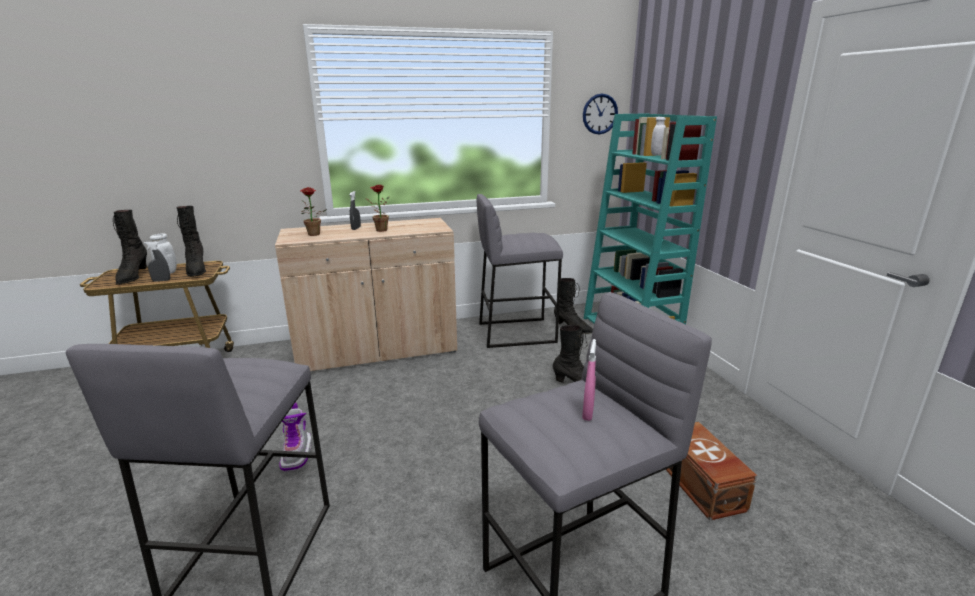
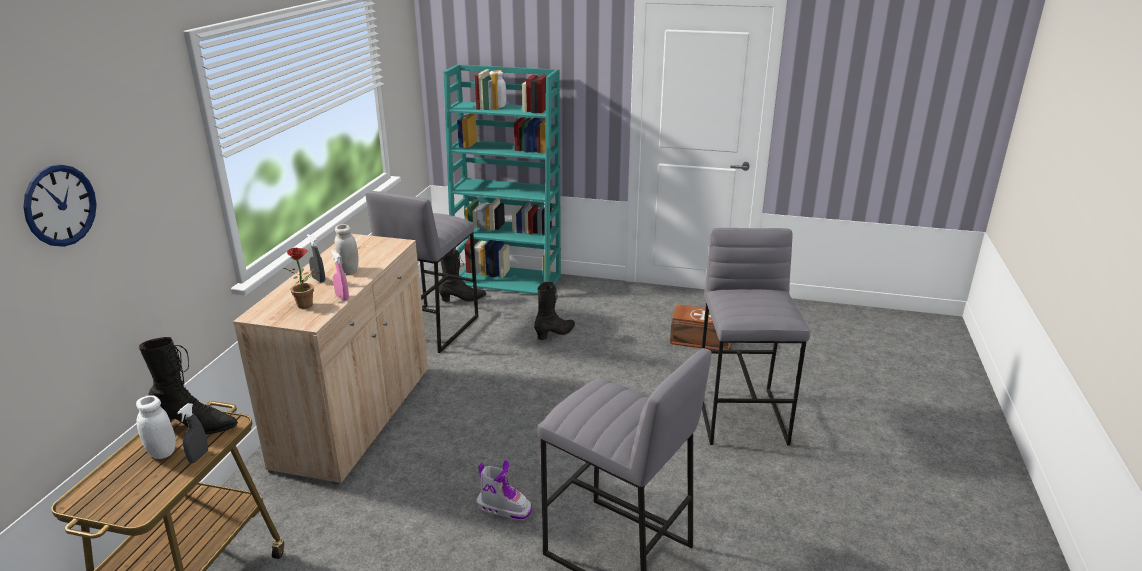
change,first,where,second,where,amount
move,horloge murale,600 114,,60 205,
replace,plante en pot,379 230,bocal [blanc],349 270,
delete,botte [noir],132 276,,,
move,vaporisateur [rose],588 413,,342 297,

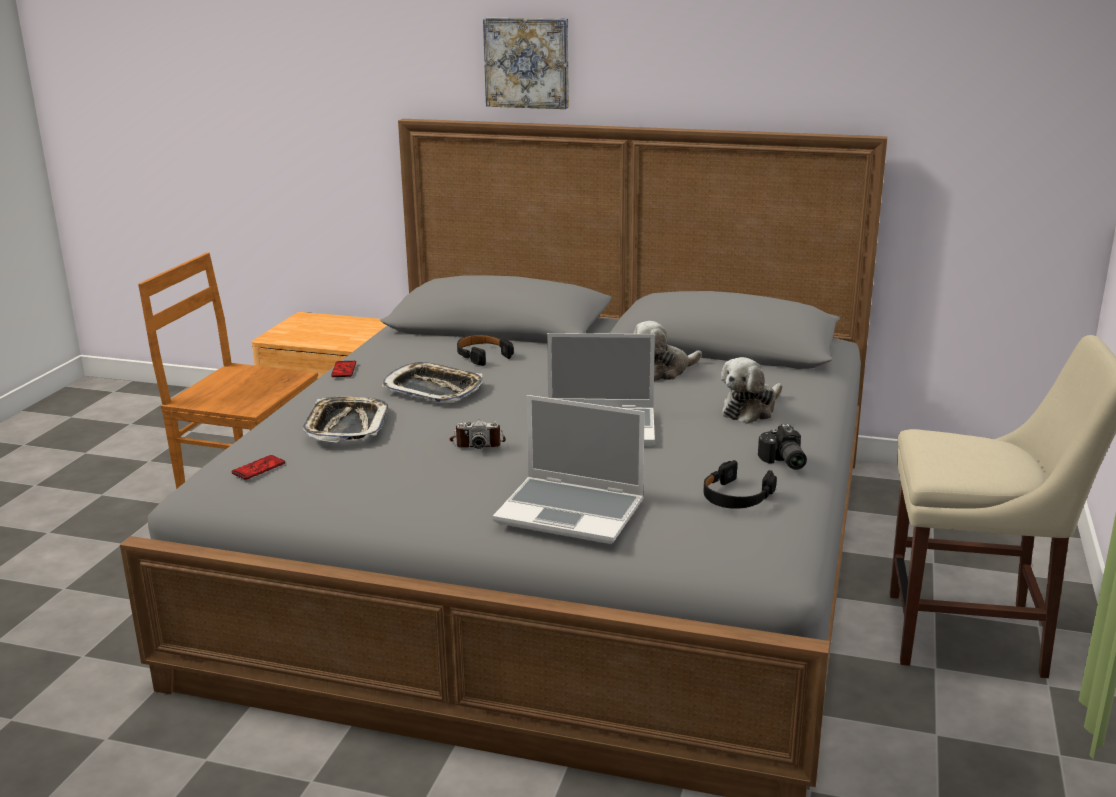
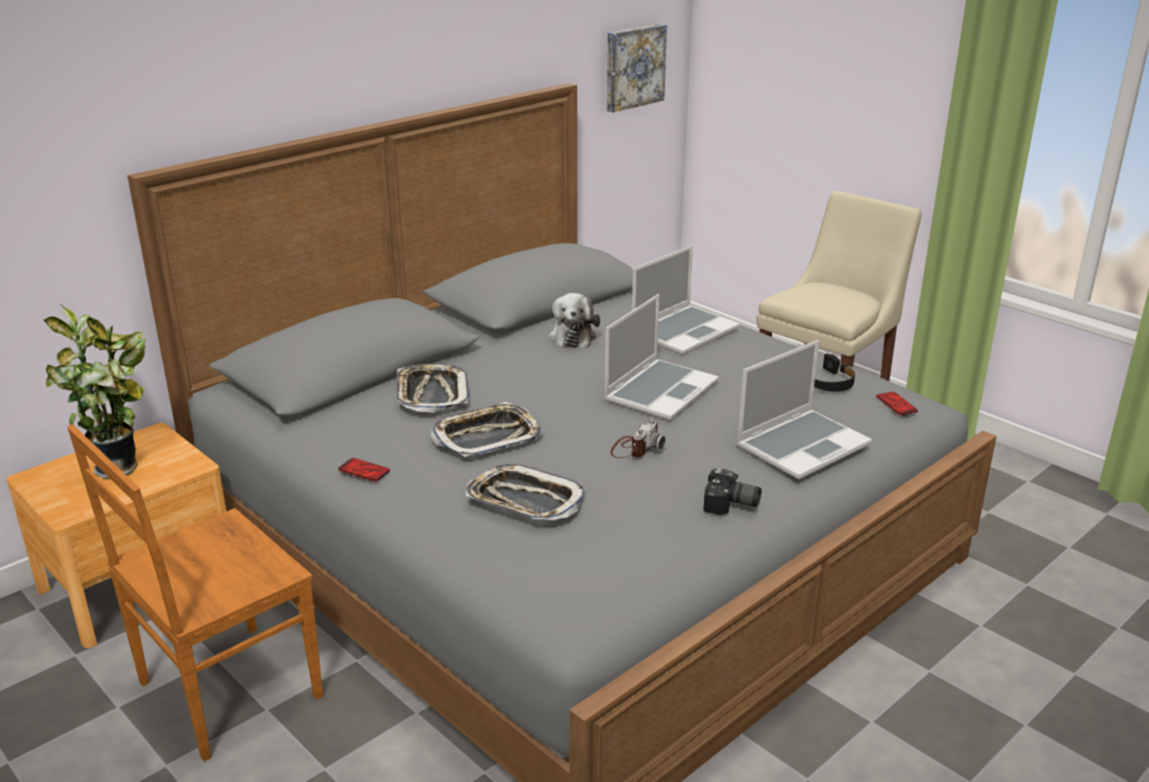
change,first,where,second,where,amount
move,tableau,527 62,,633 67,
replace,casque audio [noir],482 355,plateau,431 394,
replace,peluche,750 410,ordinateur portable,684 331,
move,appareil photo,783 462,,731 505,
move,téléphone,258 468,,896 404,
insert,,,plante en pot,122 468,

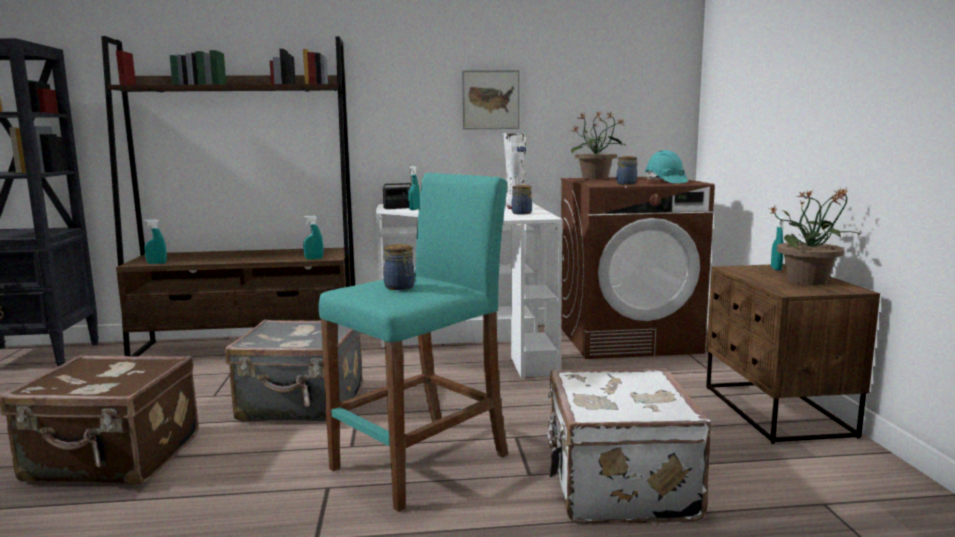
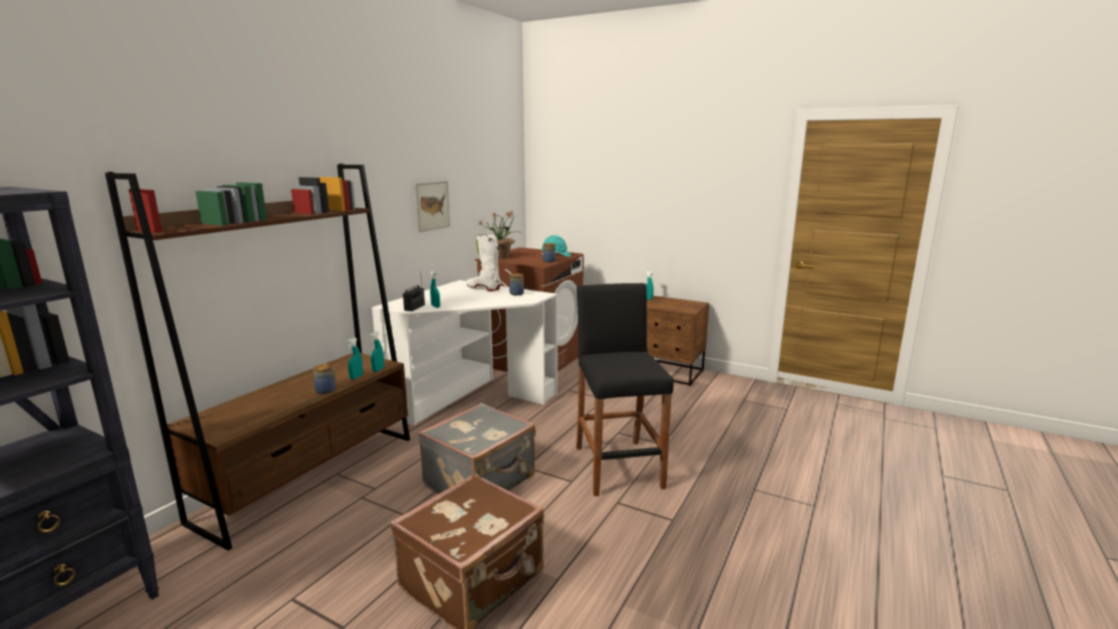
change,first,where,second,where,amount
recolor,tabouret [turquoise],421 462,tabouret [noir],617 466,
delete,plante en pot,808 281,,,
move,vaporisateur [turquoise],157 263,,356 377,
move,bocal,400 287,,326 390,
delete,valise [blanc],617 486,,,

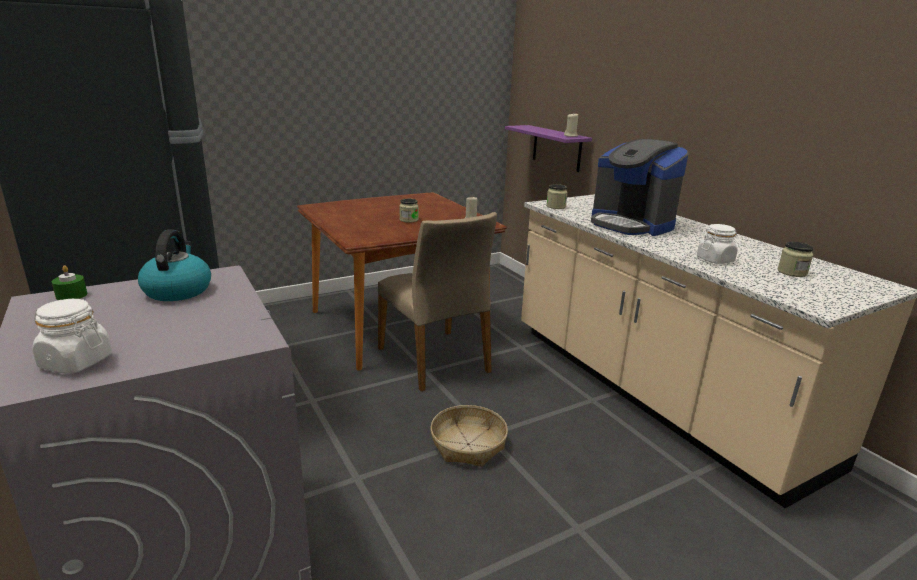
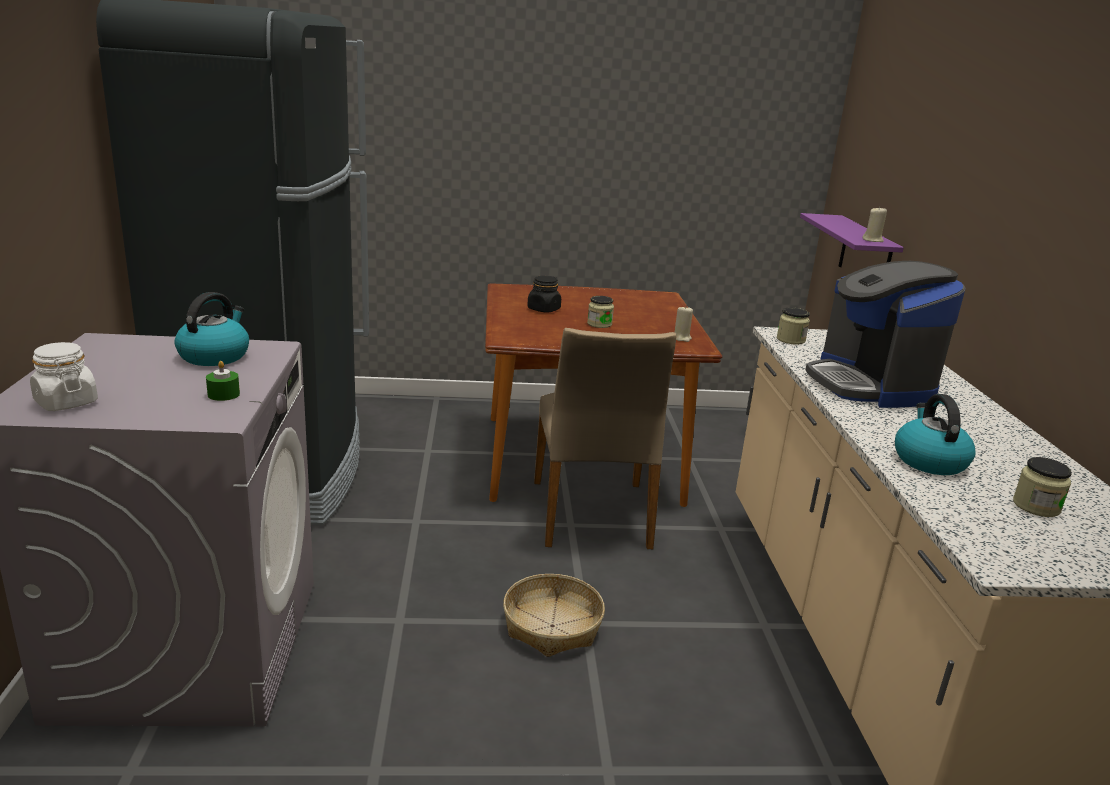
change,first,where,second,where,amount
replace,bocal [blanc],715 260,bouilloire,928 460,
move,bougie [vert],71 295,,223 394,
insert,,,bocal [noir],543 309,

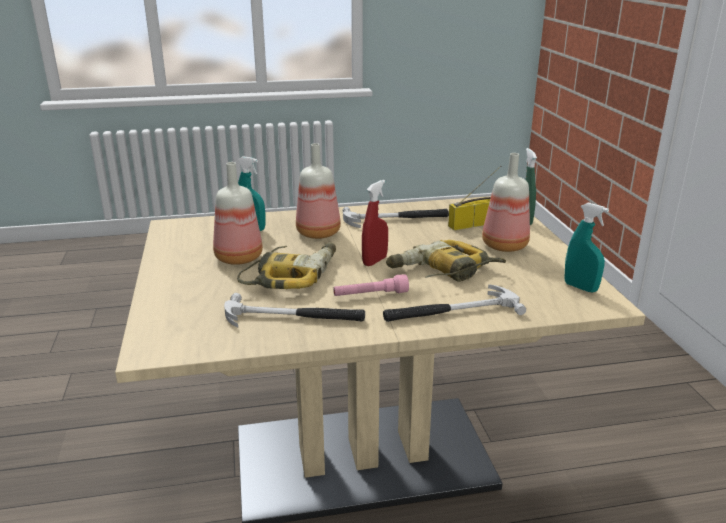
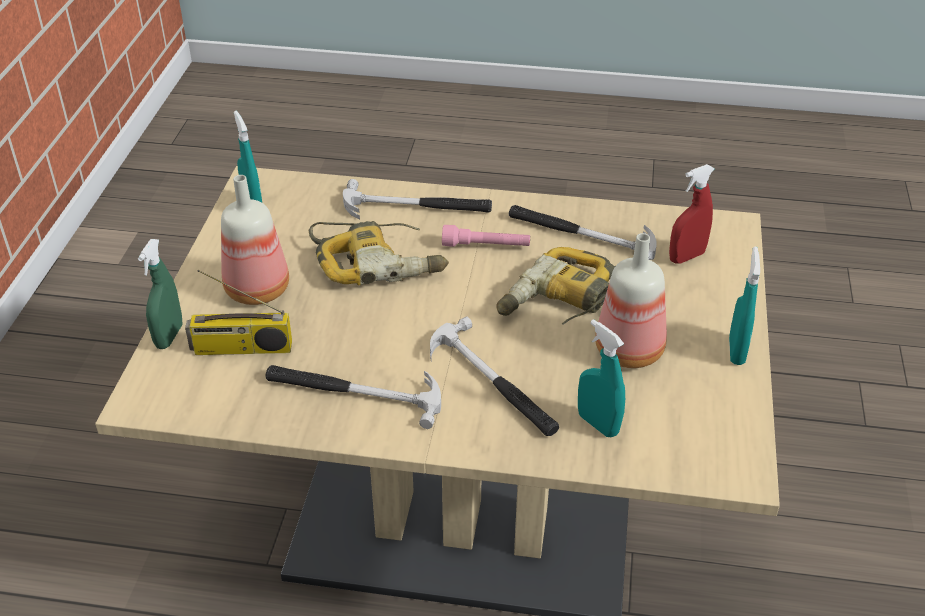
change,first,where,second,where,amount
replace,bouteille,320 233,marteau,493 383,
move,vaporisateur [rouge],374 261,,686 257,
insert,,,vaporisateur [turquoise],736 351,

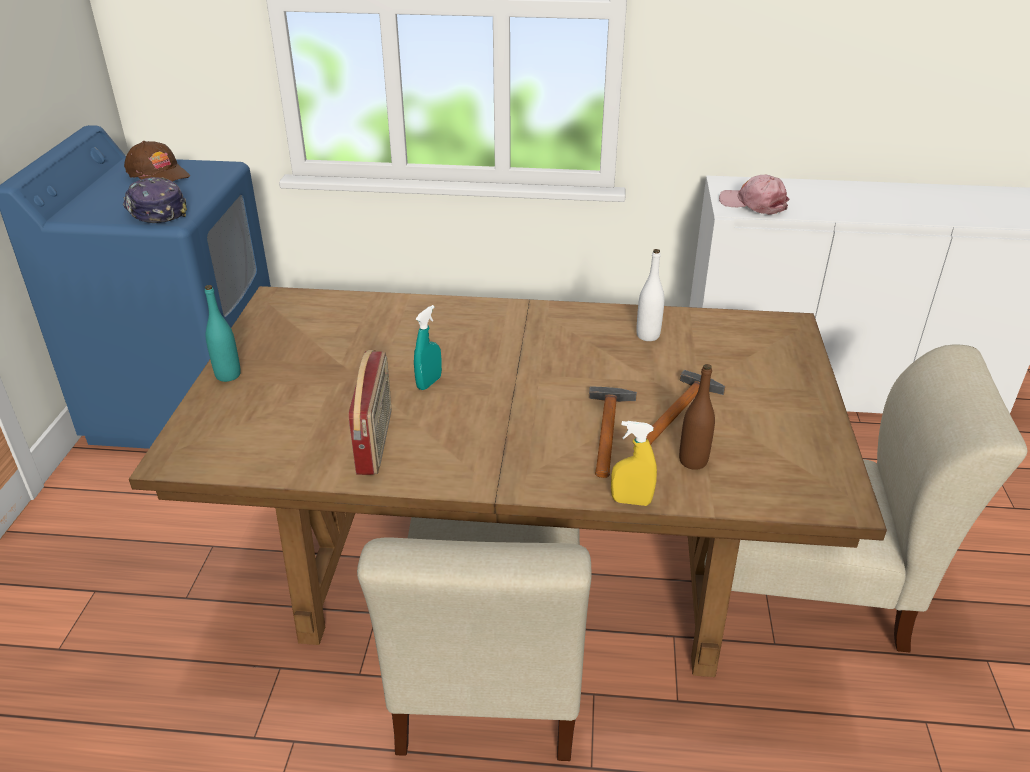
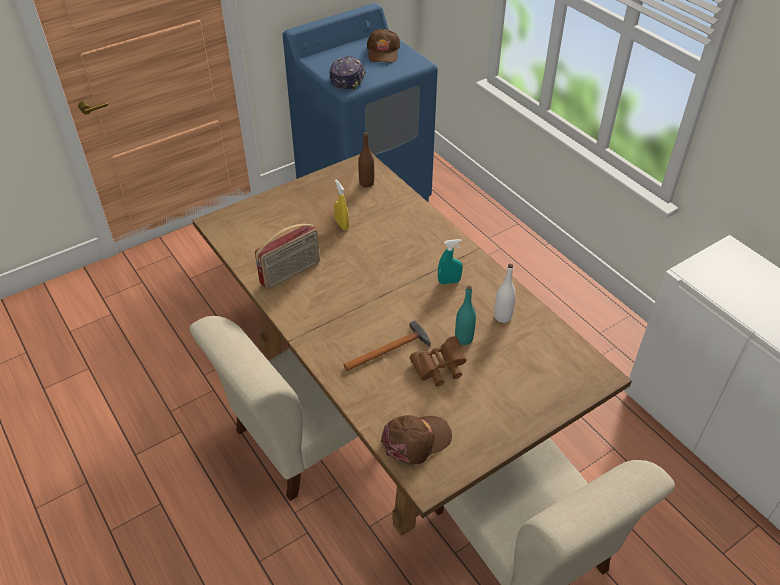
change,first,where,second,where,amount
delete,casquette [rose],753 204,,,
move,bouteille [turquoise],228 375,,463 339,
move,vaporisateur [turquoise],429 383,,449 281,
move,bouteille [marron],693 461,,366 183,
replace,marteau,678 411,jumelles [marron],439 369,
move,vaporisateur [jaune],631 501,,342 225,
insert,,,casquette [marron],416 440,

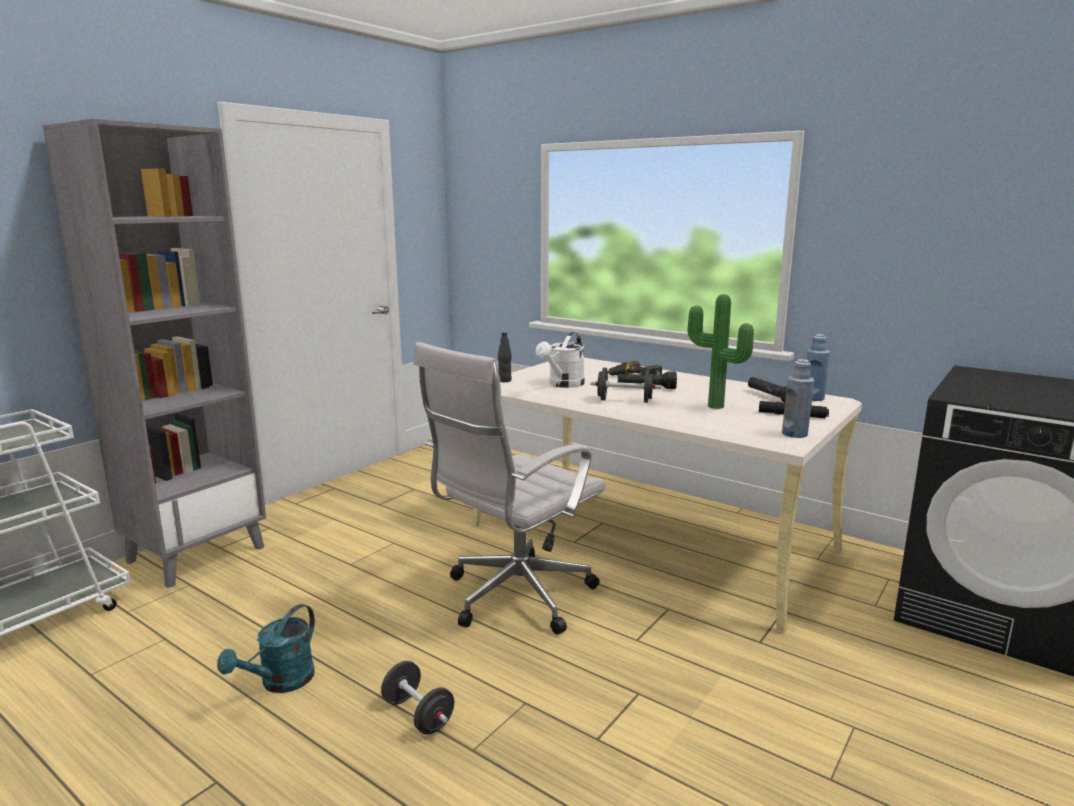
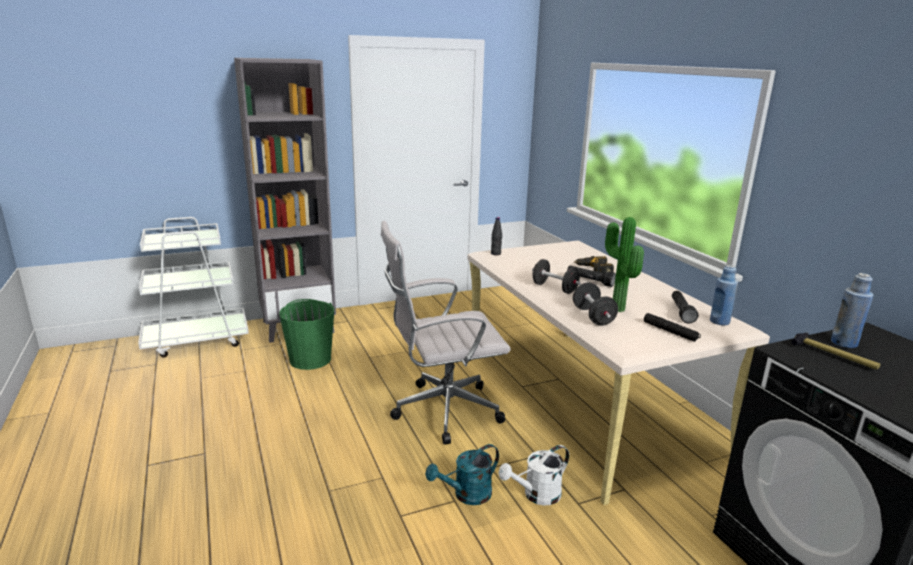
change,first,where,second,where,amount
move,arrosoir [blanc],563 385,,536 495,
move,bouteille [bleu],794 434,,844 343,
move,arrosoir [turquoise],280 683,,466 495,
move,haltère [noir],418 715,,593 317,
insert,,,seau [vert],310 359,
insert,,,marteau,834 356,

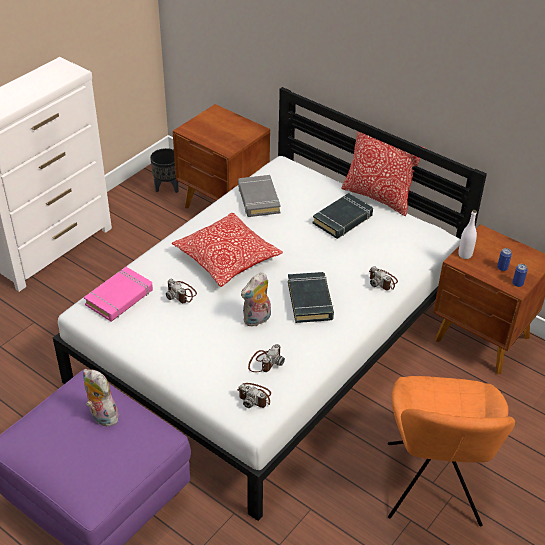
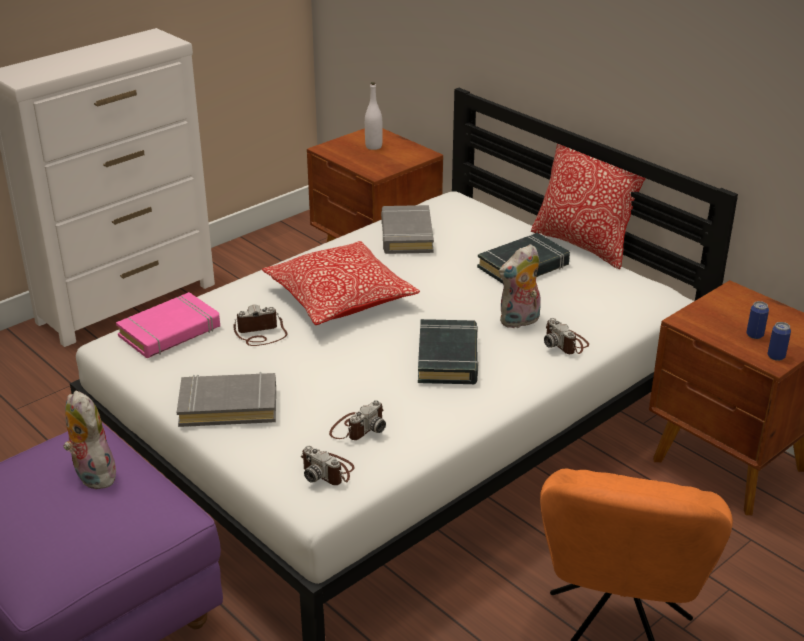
change,first,where,second,where,amount
delete,cache-pot [noir],167 187,,,
move,bouteille [blanc],465 255,,373 146,
move,peluche,257 320,,519 321,
rotate,appareil photo,181 293,,260 334,105 degrees clockwise
insert,,,livre [gris],228 406,

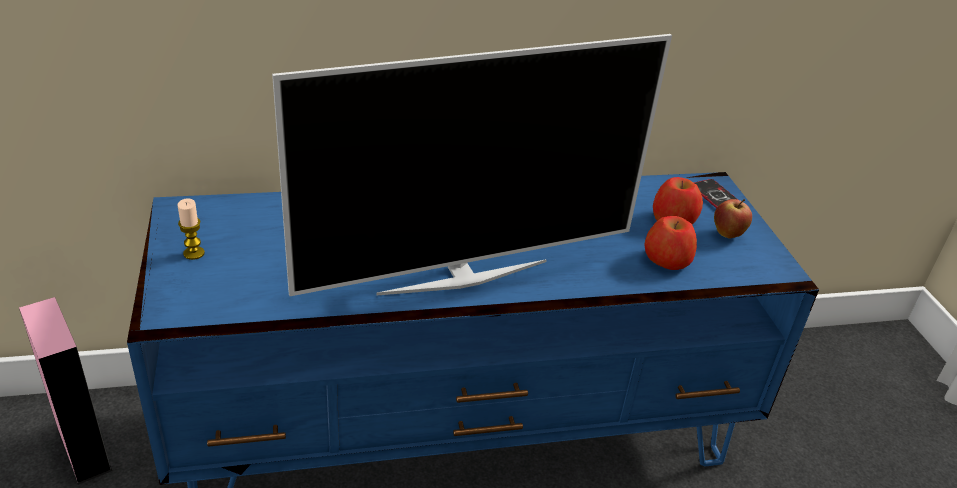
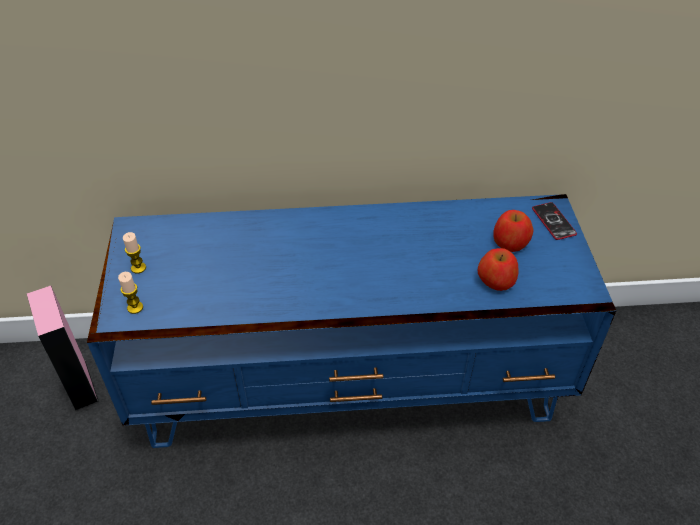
change,first,where,second,where,amount
delete,téléviseur,463 276,,,
delete,pomme,727 234,,,
insert,,,bougie,135 307,

